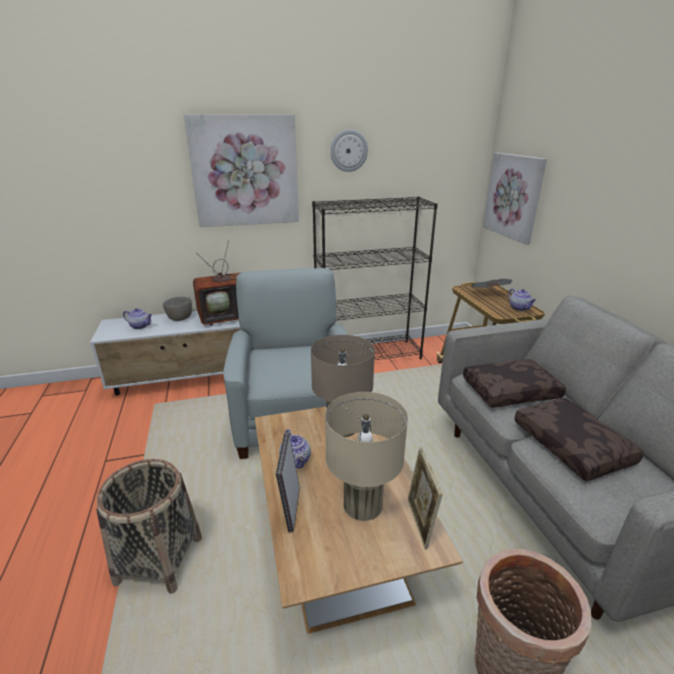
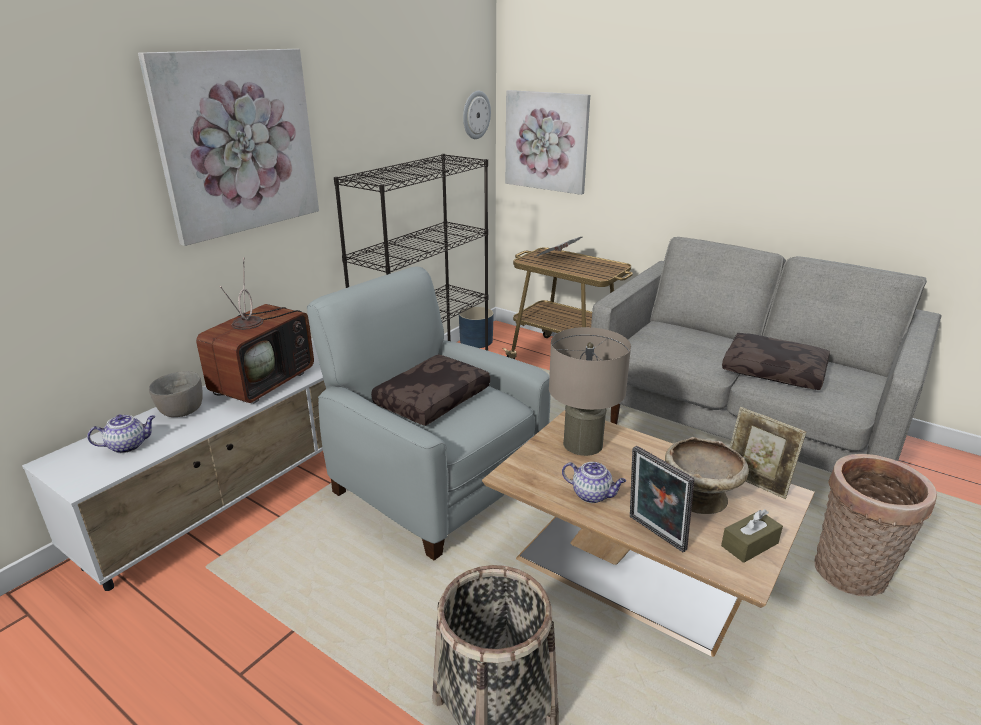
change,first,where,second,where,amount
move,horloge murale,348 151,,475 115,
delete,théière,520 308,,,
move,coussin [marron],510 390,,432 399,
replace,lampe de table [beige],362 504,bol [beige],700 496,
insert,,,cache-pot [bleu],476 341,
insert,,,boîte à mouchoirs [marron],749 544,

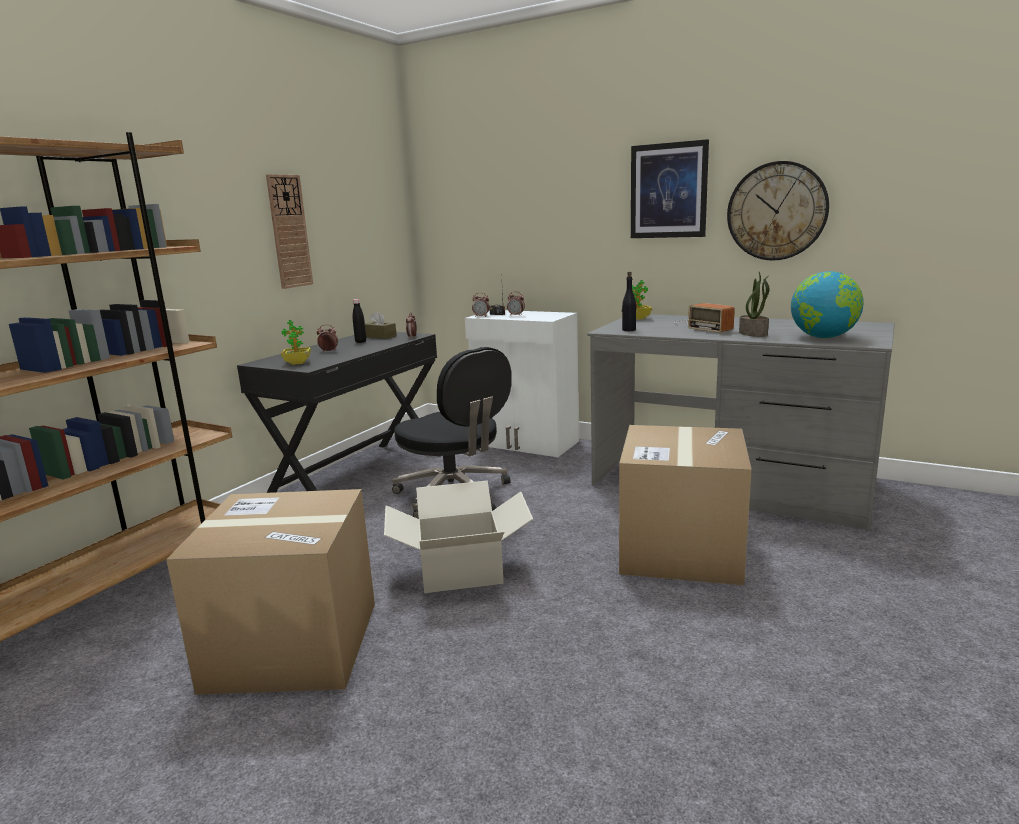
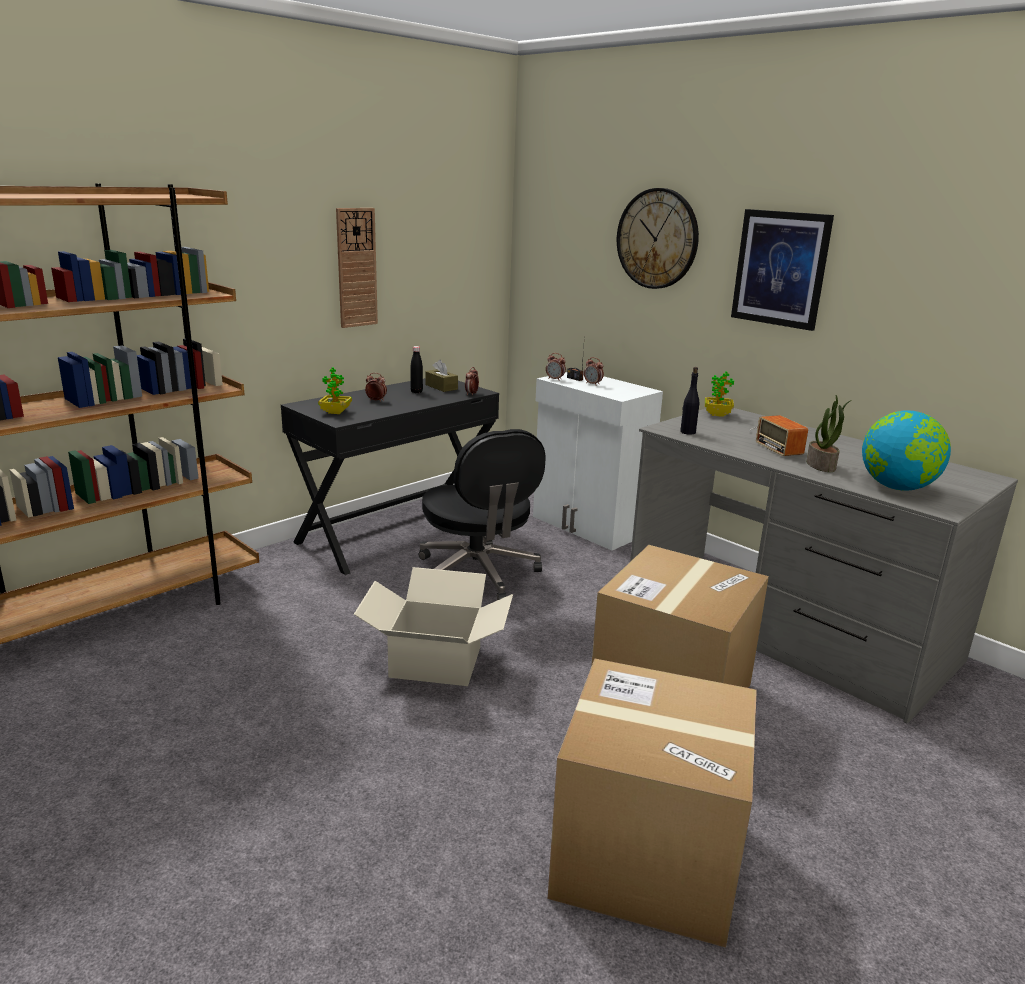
change,first,where,second,where,amount
move,horloge murale,777 211,,657 239,
move,carton,293 645,,646 856,

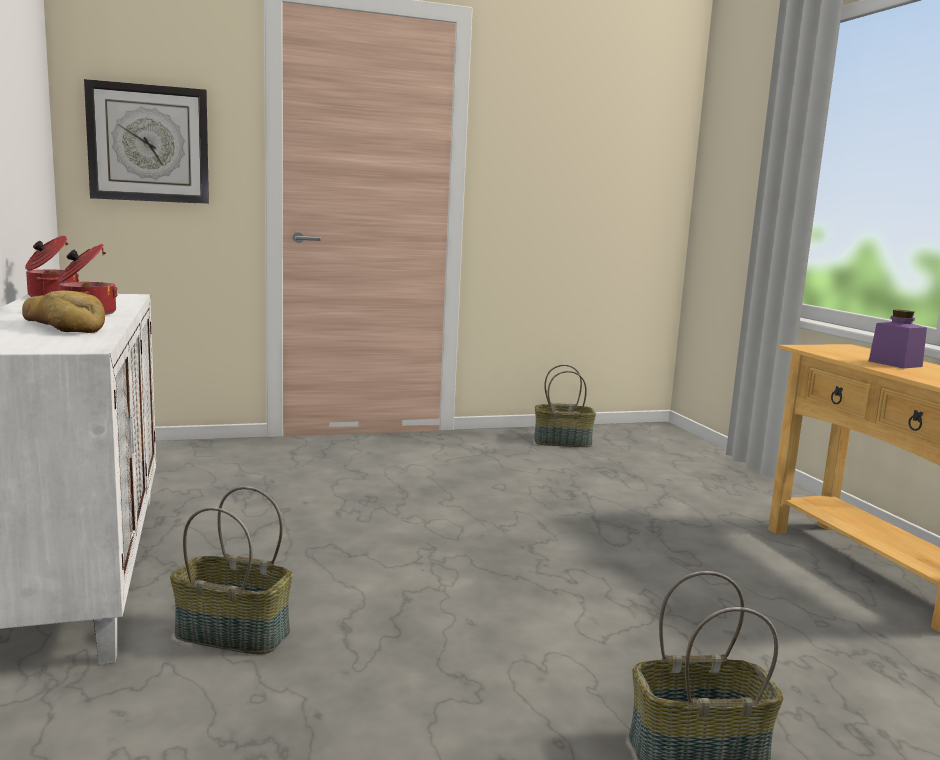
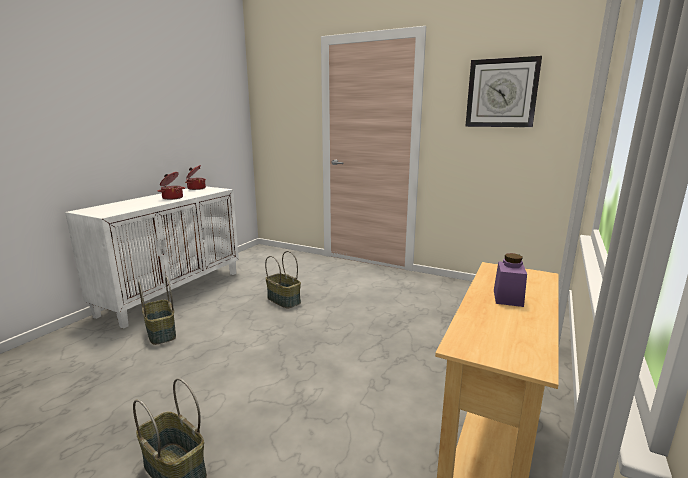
change,first,where,second,where,amount
move,horloge murale,149 144,,501 93,
delete,pain,64 326,,,
move,panier,563 442,,284 300,

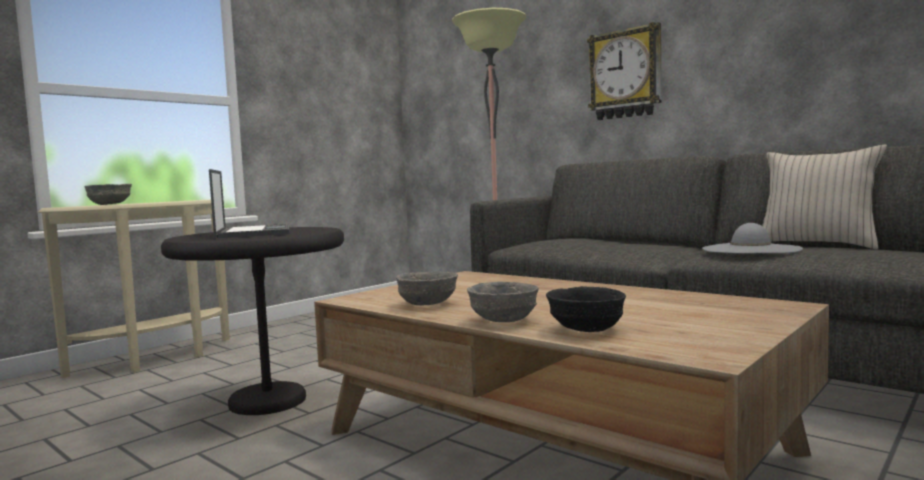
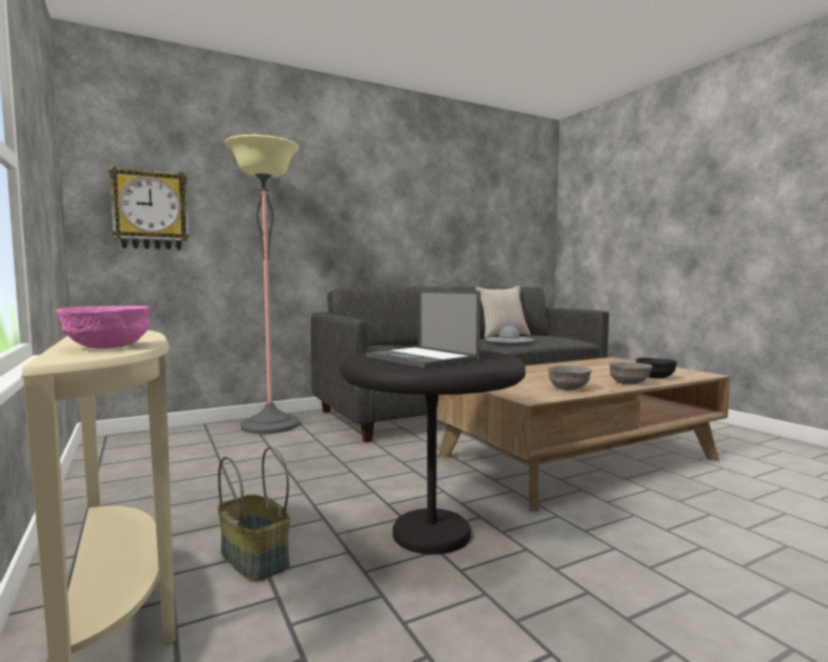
change,first,where,second,where,amount
move,horloge murale,625 74,,150 210,
rotate,ordinateur portable,254 232,,423 358,135 degrees counterclockwise
recolor,bol [gris],110 204,bol [rose],109 346,
insert,,,panier,253 559,

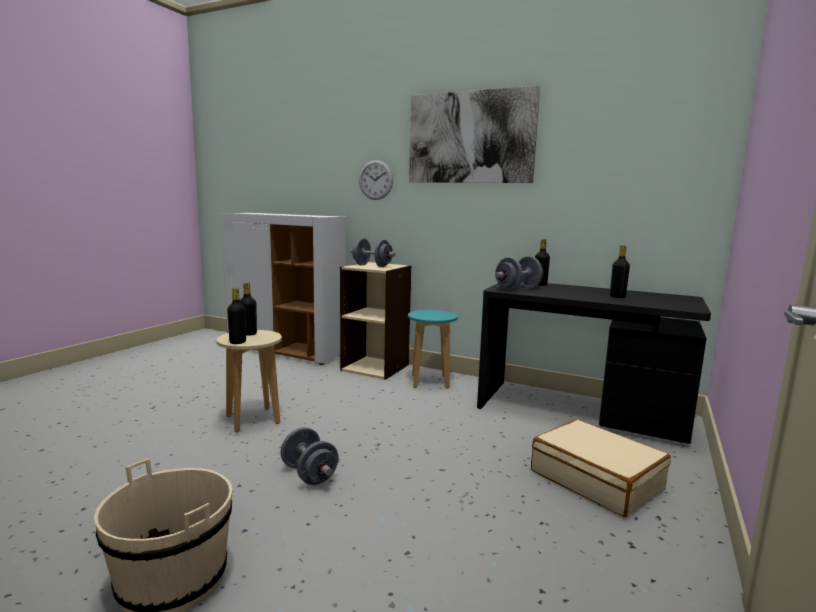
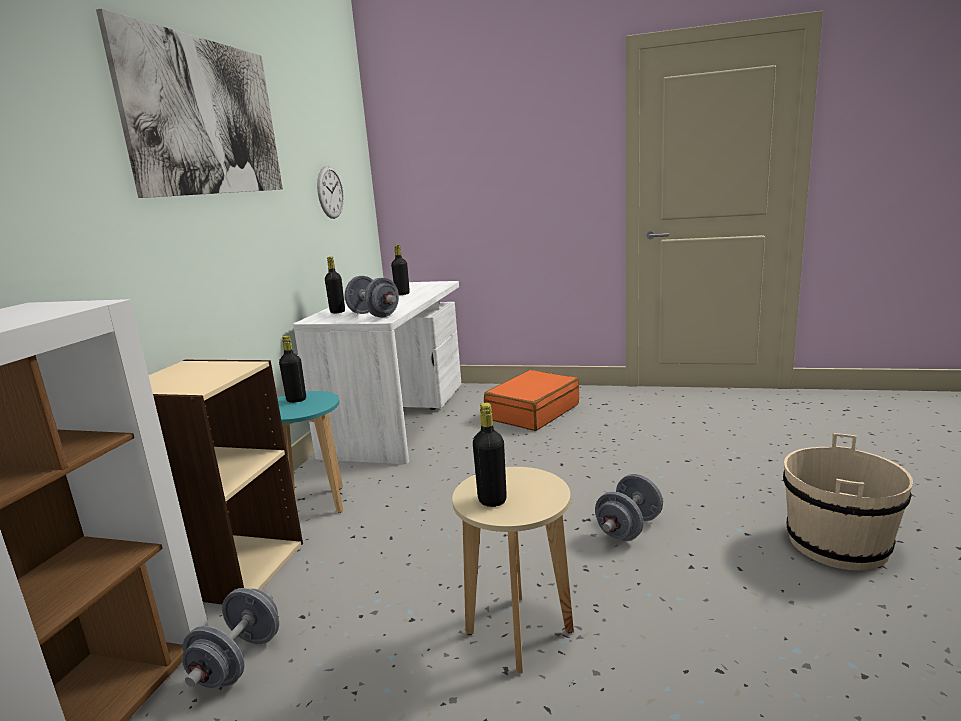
change,first,where,second,where,amount
move,horloge murale,376 180,,330 192,
move,haltère [gris],372 266,,238 661,
recolor,bureau [noir],580 411,bureau [blanc],399 418,
move,bouteille [noir],237 342,,296 400,
recolor,valise [beige],596 480,valise [orange],532 412,

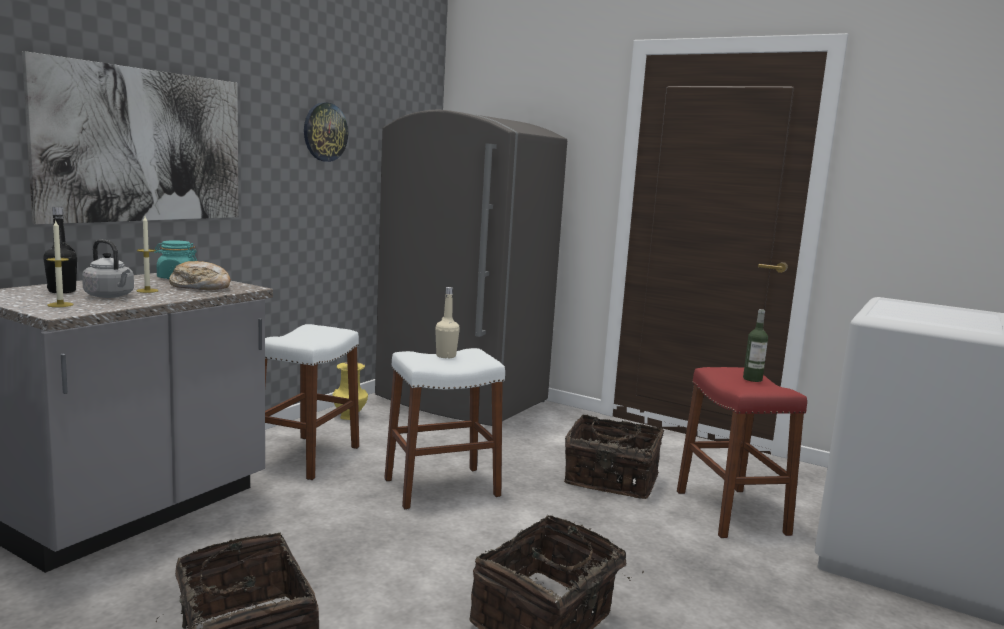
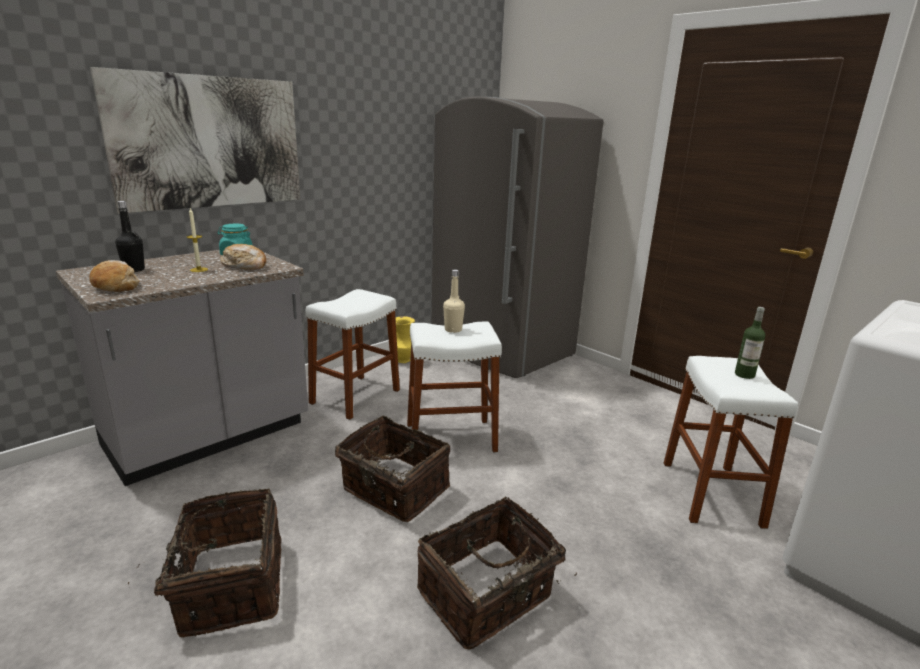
change,first,where,second,where,amount
delete,horloge murale,325 132,,,
replace,bougie,60 305,pain,115 285,
delete,bouilloire [gris],111 296,,,
recolor,tabouret [rouge],731 512,tabouret [blanc],711 493,
move,panier,610 481,,393 490,

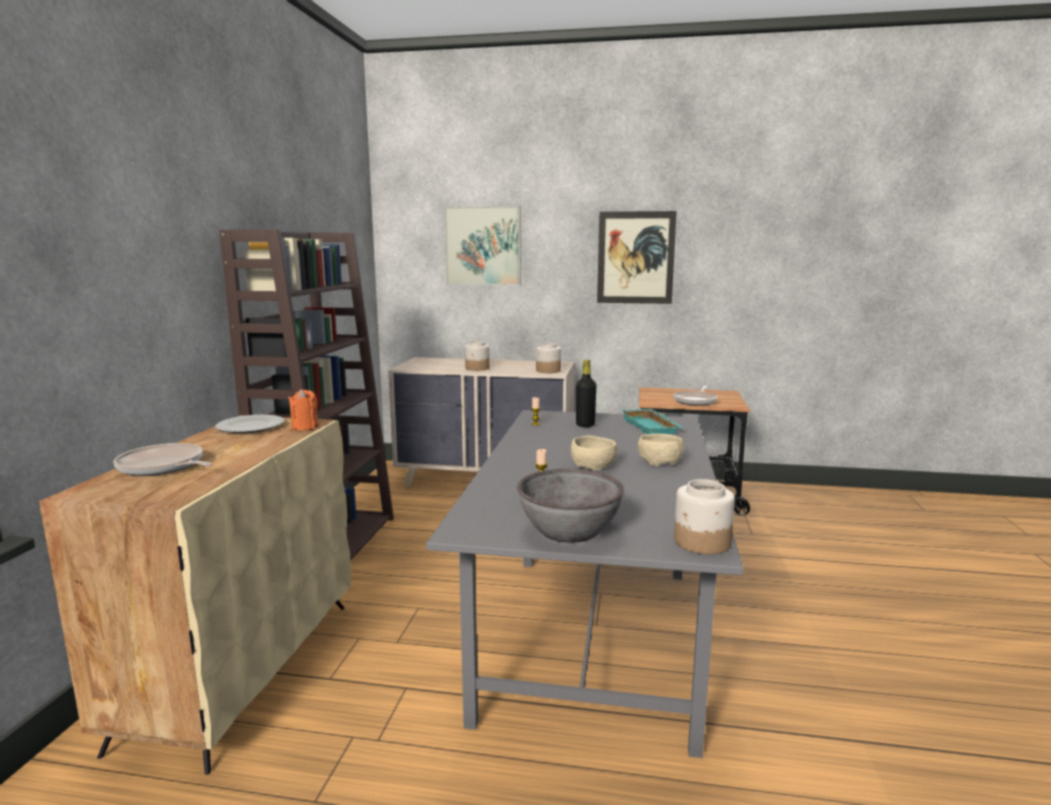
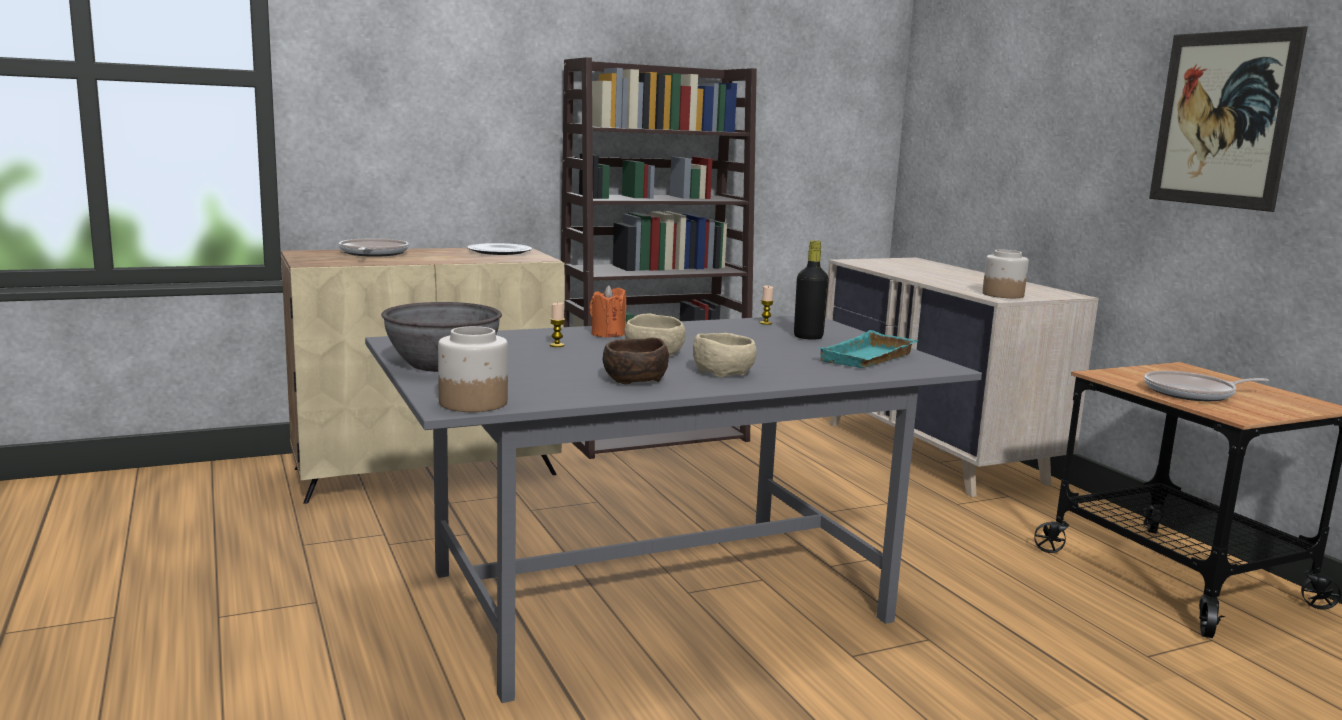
change,first,where,second,where,amount
delete,tableau,483 246,,,
delete,bocal,477 368,,,
move,bougie [orange],305 427,,608 334,
insert,,,bol [marron],633 380,

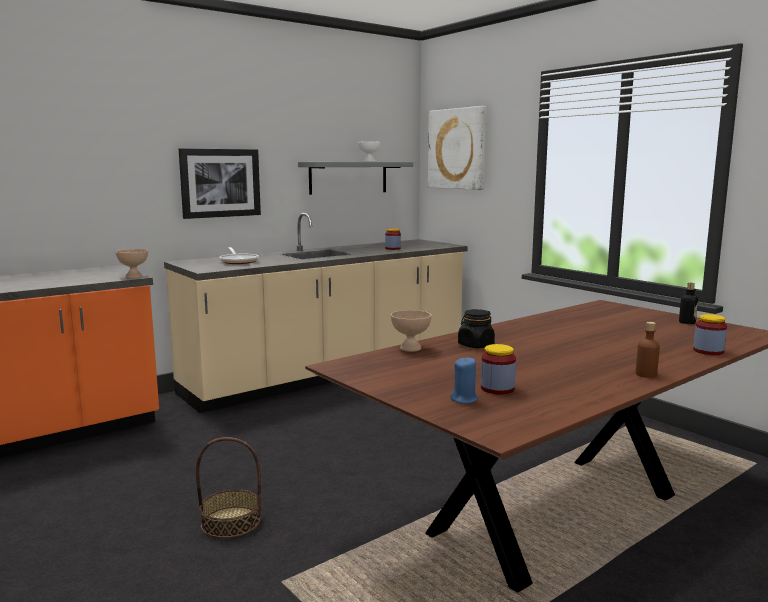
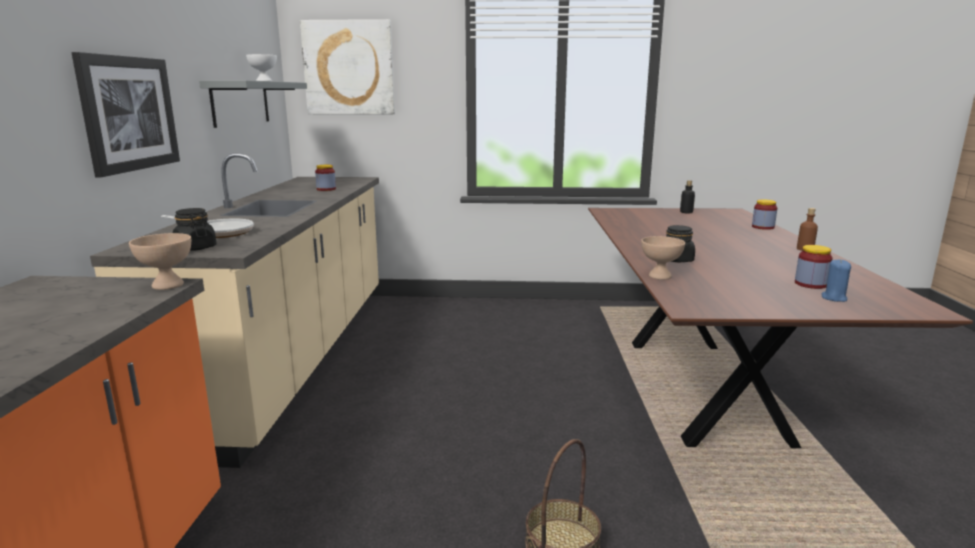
change,first,where,second,where,amount
insert,,,bocal [noir],195 248,

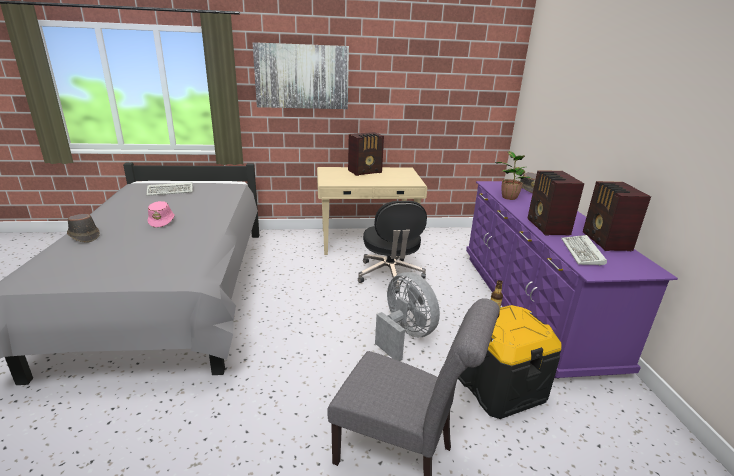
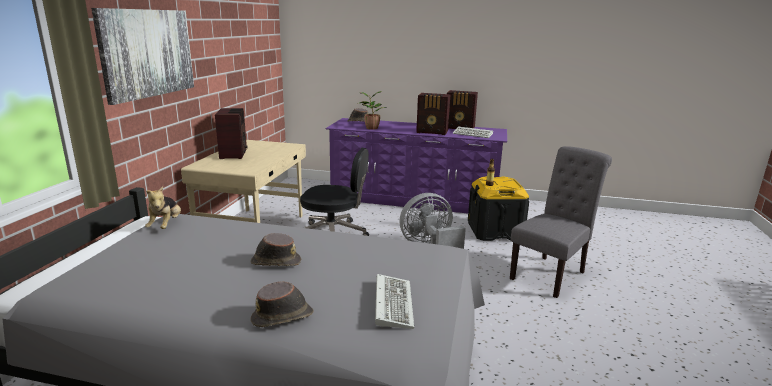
change,first,where,second,where,amount
move,clavier,171 191,,392 303,
recolor,chapeau [rose],162 221,chapeau [marron],275 261,
insert,,,peluche,166 225,

